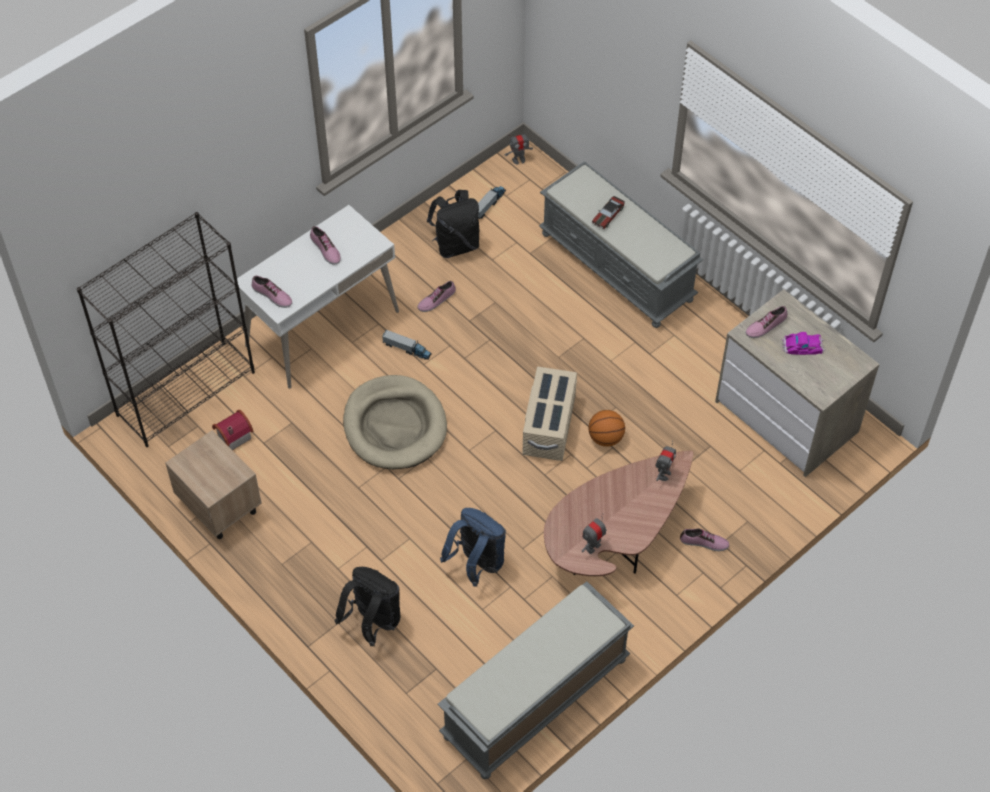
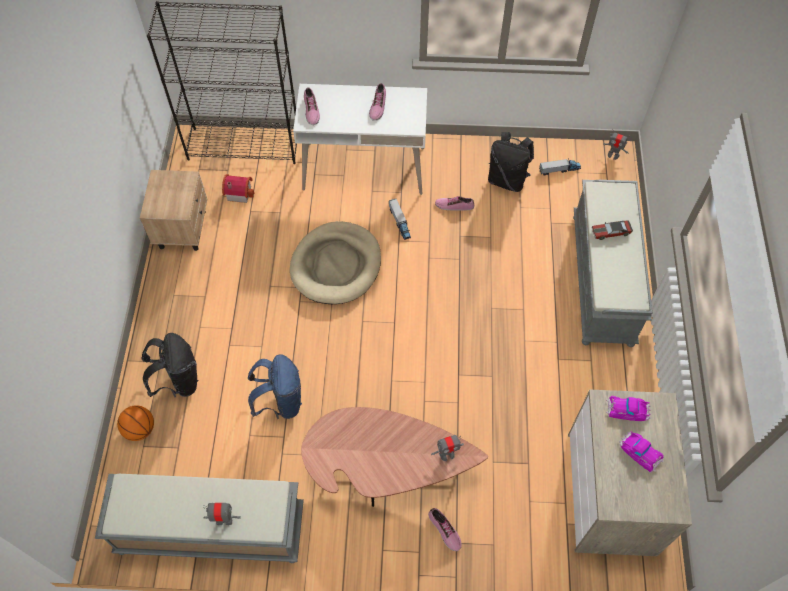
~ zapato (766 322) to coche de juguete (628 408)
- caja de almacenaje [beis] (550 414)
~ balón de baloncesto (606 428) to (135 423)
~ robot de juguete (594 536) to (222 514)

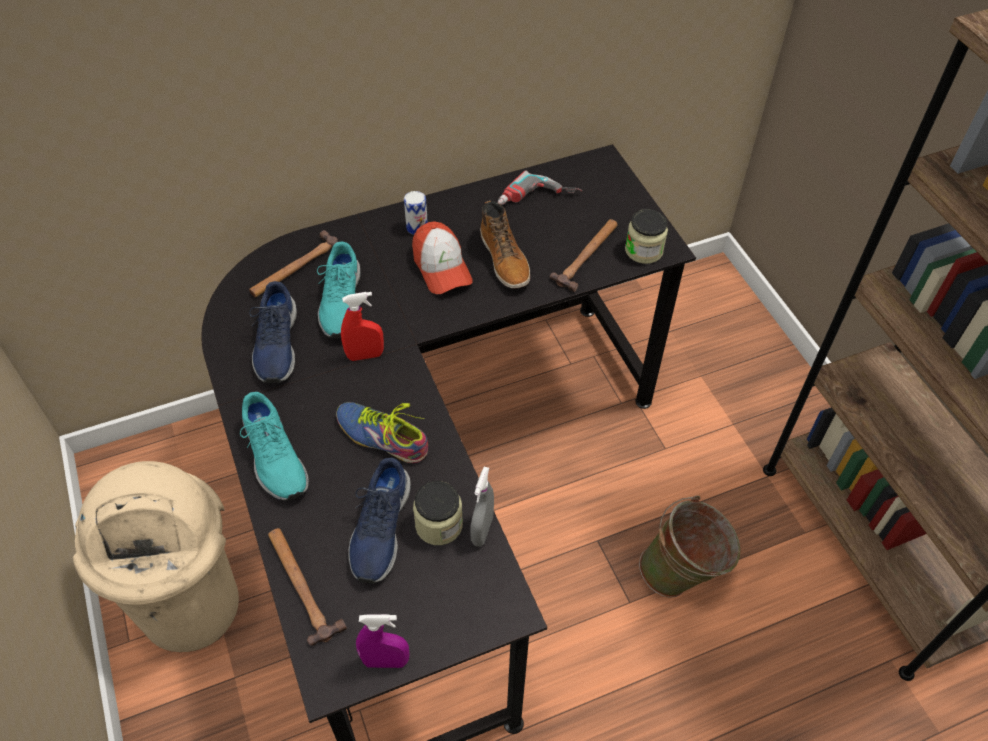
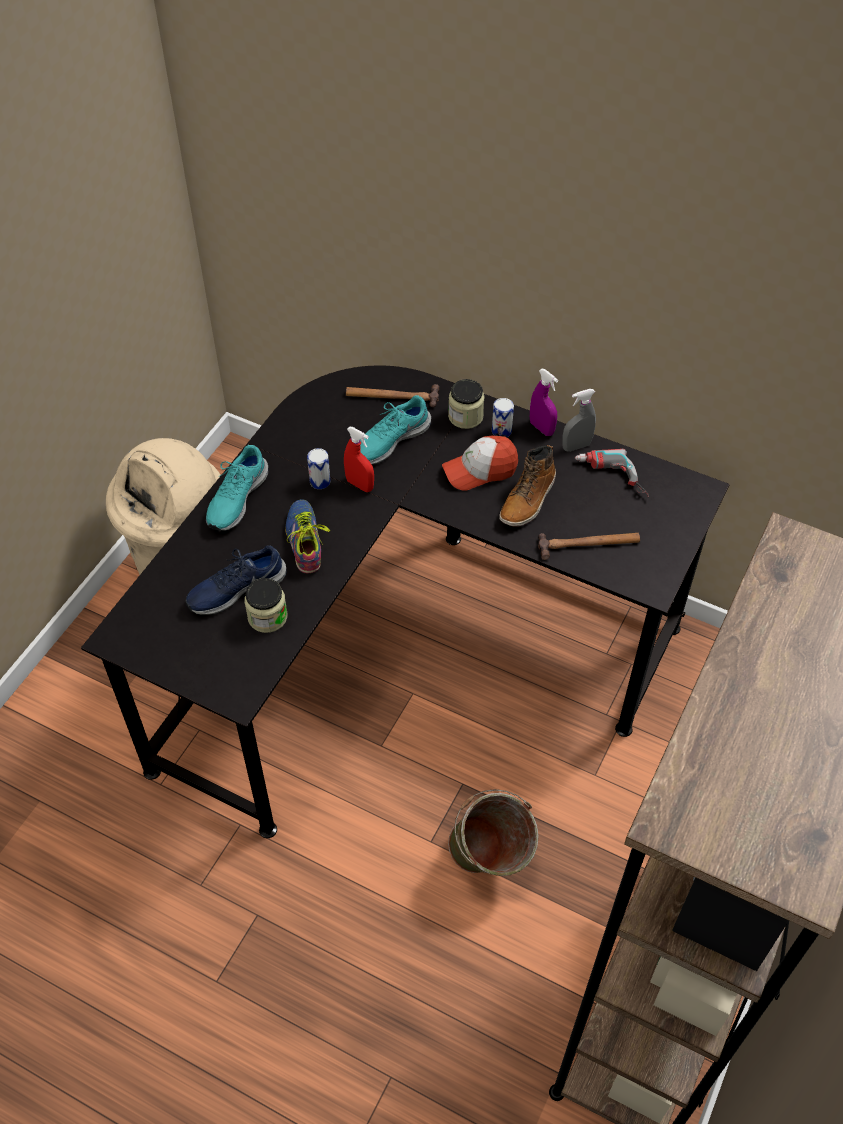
~ tarro (646 236) to (466 404)
~ gorra (442 257) = (480 463) 45 degrees clockwise
- zapato [azul] (273 332)
~ pulverizador [gris] (482 507) to (579 420)
- martillo (307 586)
~ pulverizador [morado] (383 641) to (544 402)
+ lata (318 468)

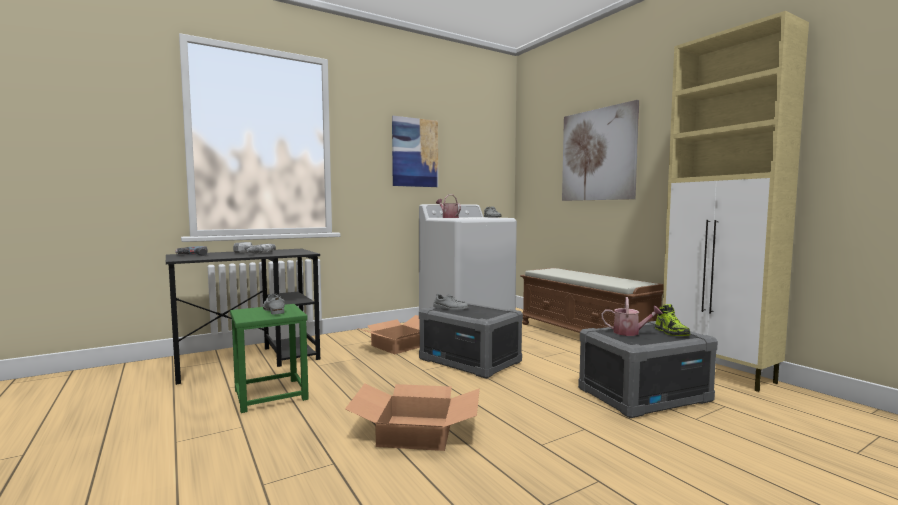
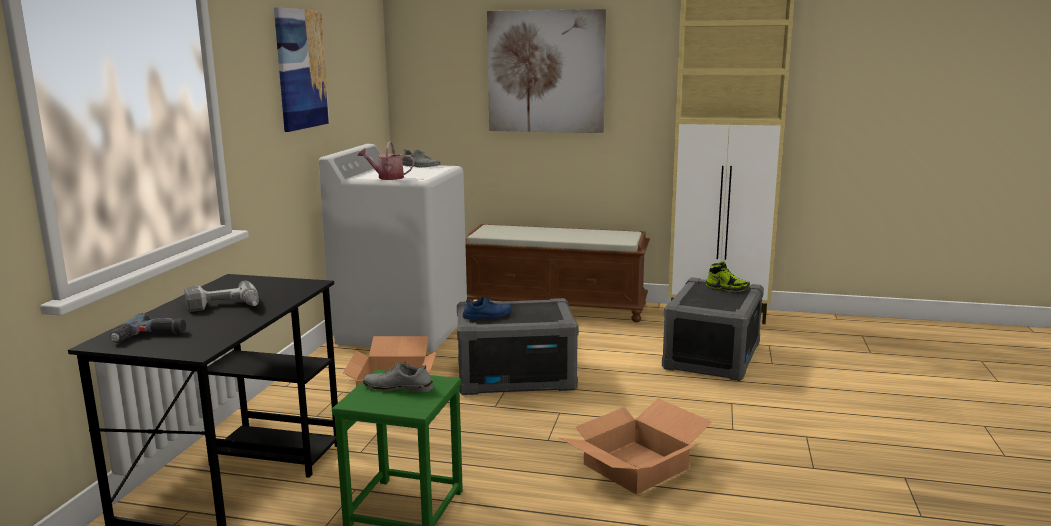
~ zapato [gris] (451 302) to zapato [azul] (487 308)
- regadera (632 316)

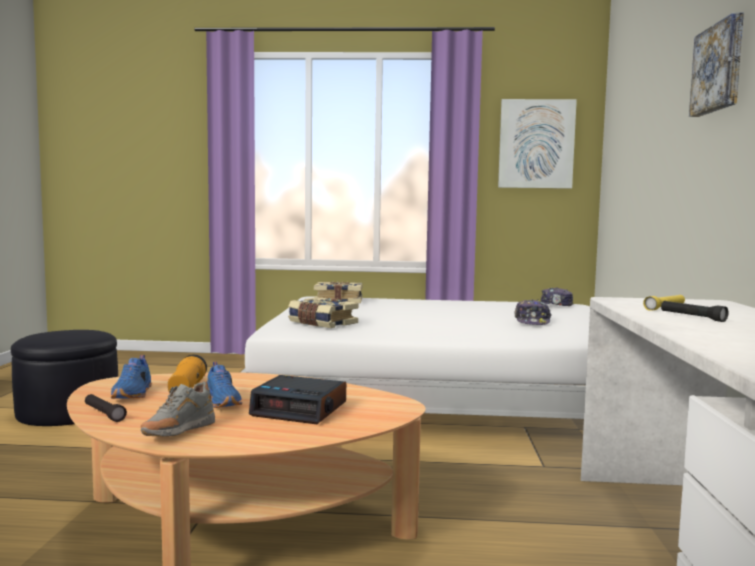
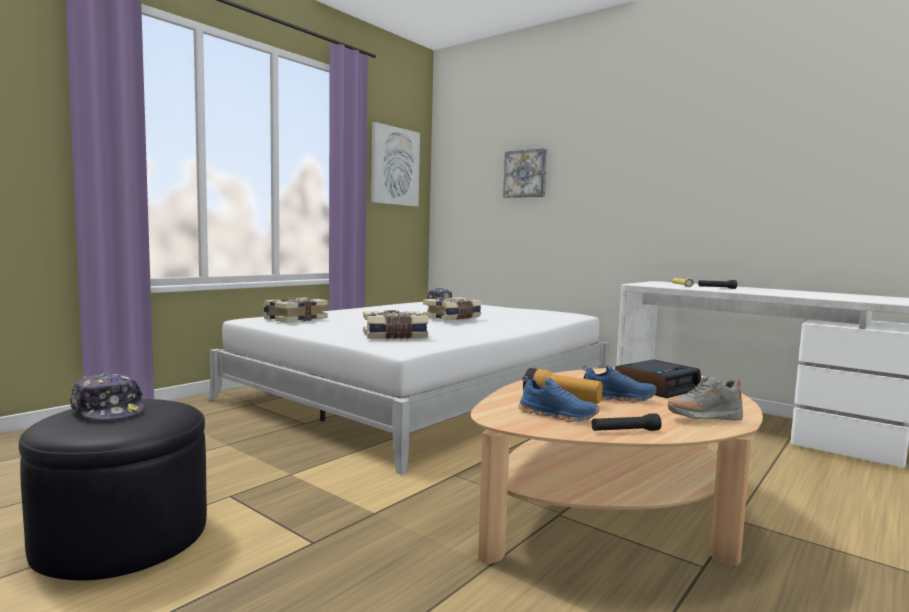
~ cuadro (716 65) to (525 173)
~ gorra (533 312) to (107 396)
~ zapato [gris] (178 409) = (705 398) 105 degrees clockwise
+ libro (452 309)

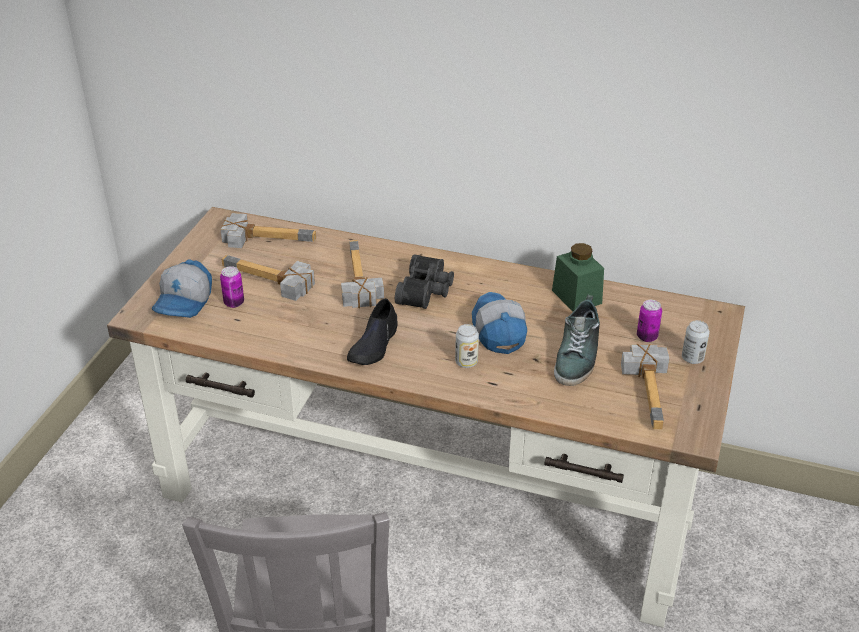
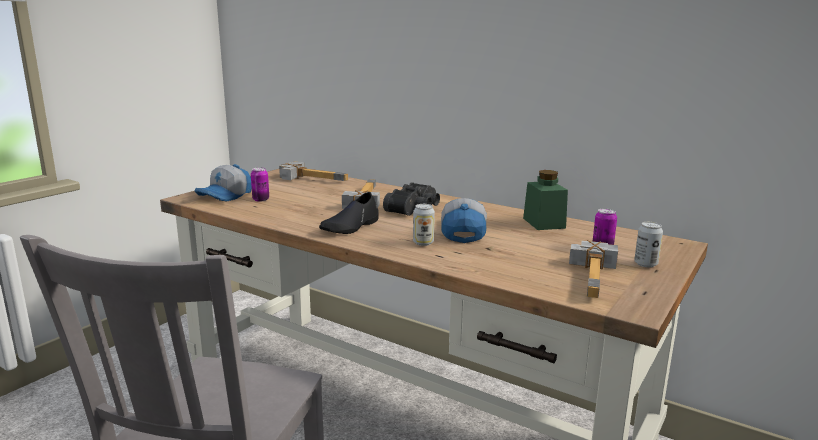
- martillo (268 278)
- zapato (577 340)

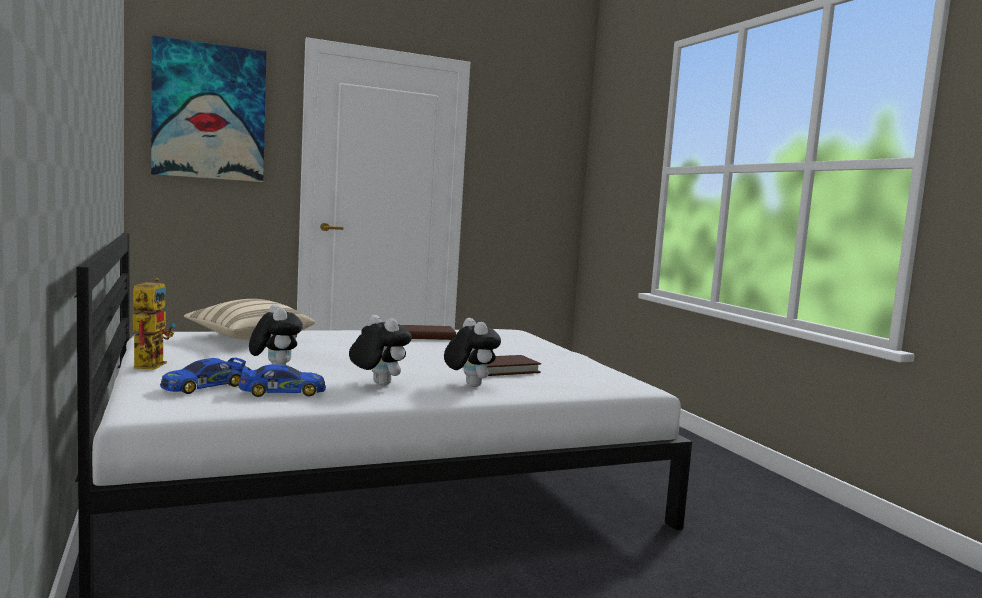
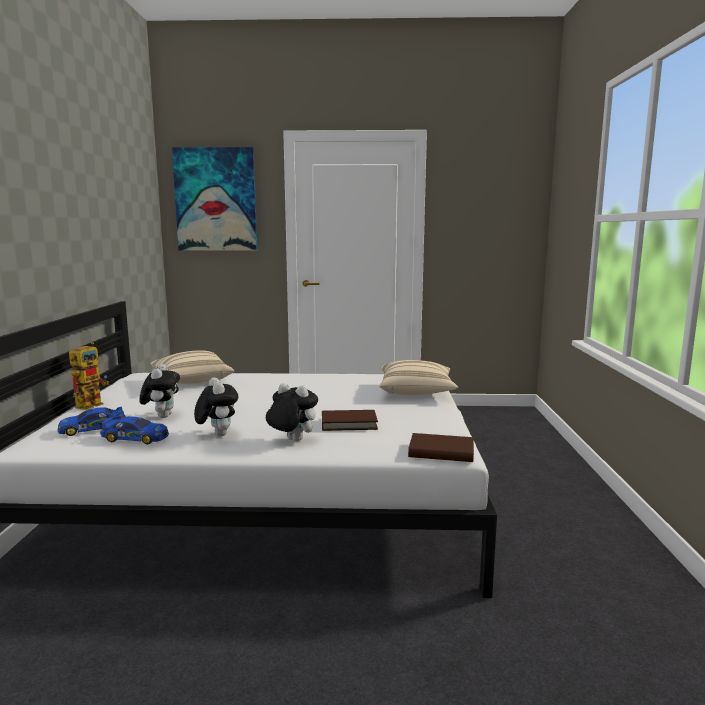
~ peluche (472 352) = (292 412) 60 degrees counterclockwise
~ libro [marrón] (429 332) to (441 447)
+ cojín [beis] (419 377)

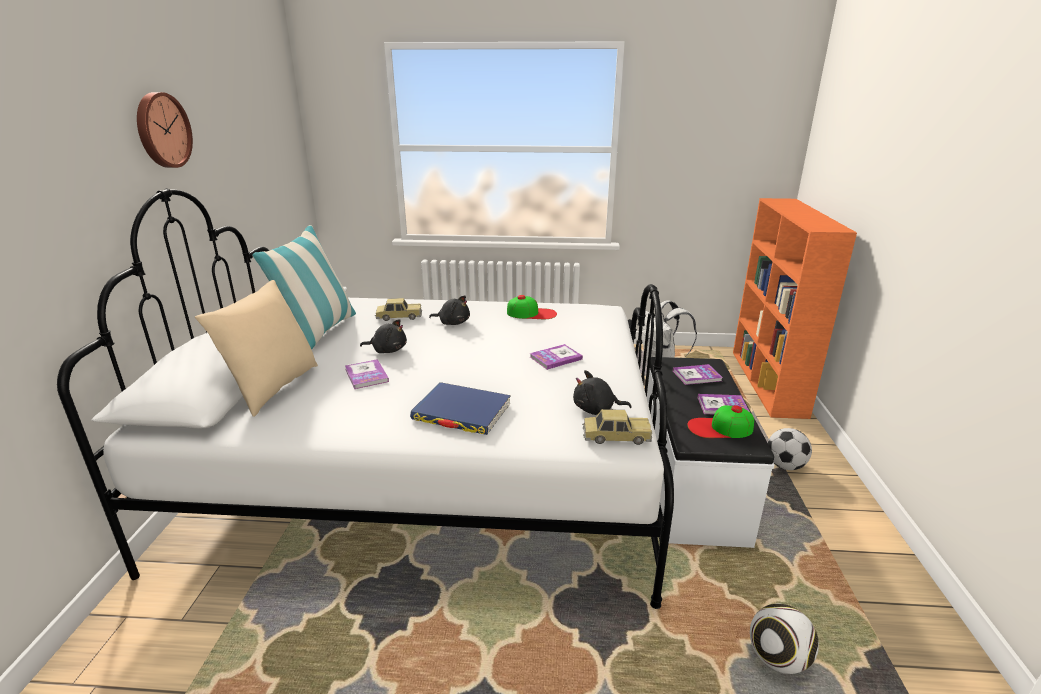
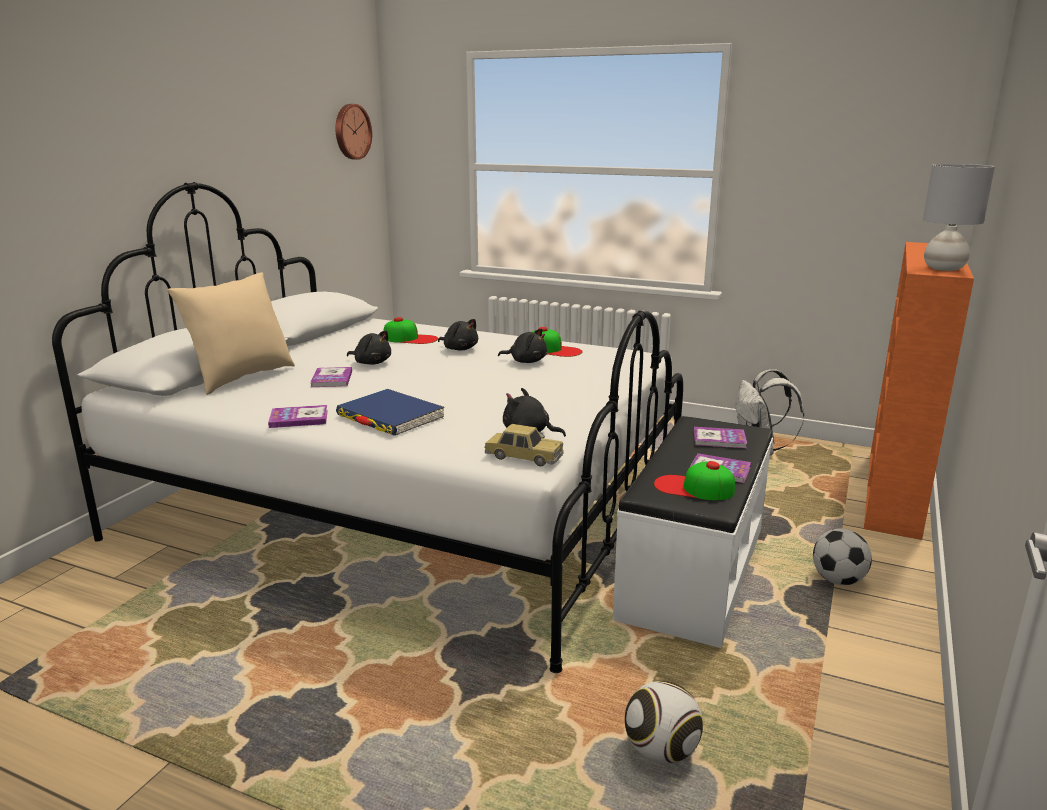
~ reloj de pared (165 130) to (354 132)
- cojín (304 287)
~ coche de juguete (398 309) to gorra (411 330)
~ libro (556 357) to (298 416)
+ lámpara de mesa [gris] (959 217)
+ peluche [negro] (522 346)

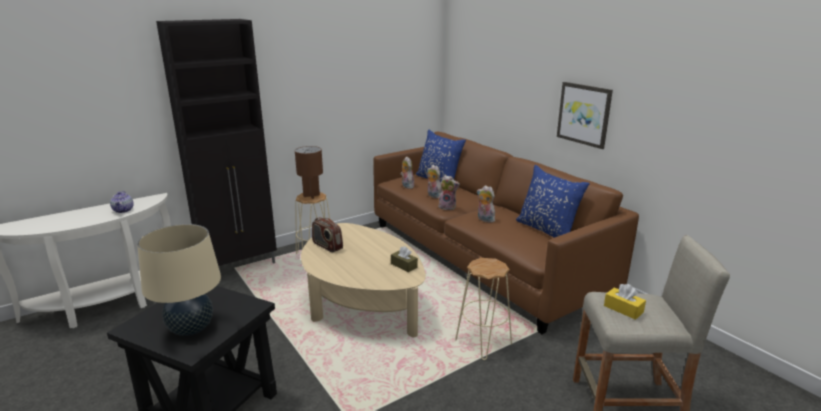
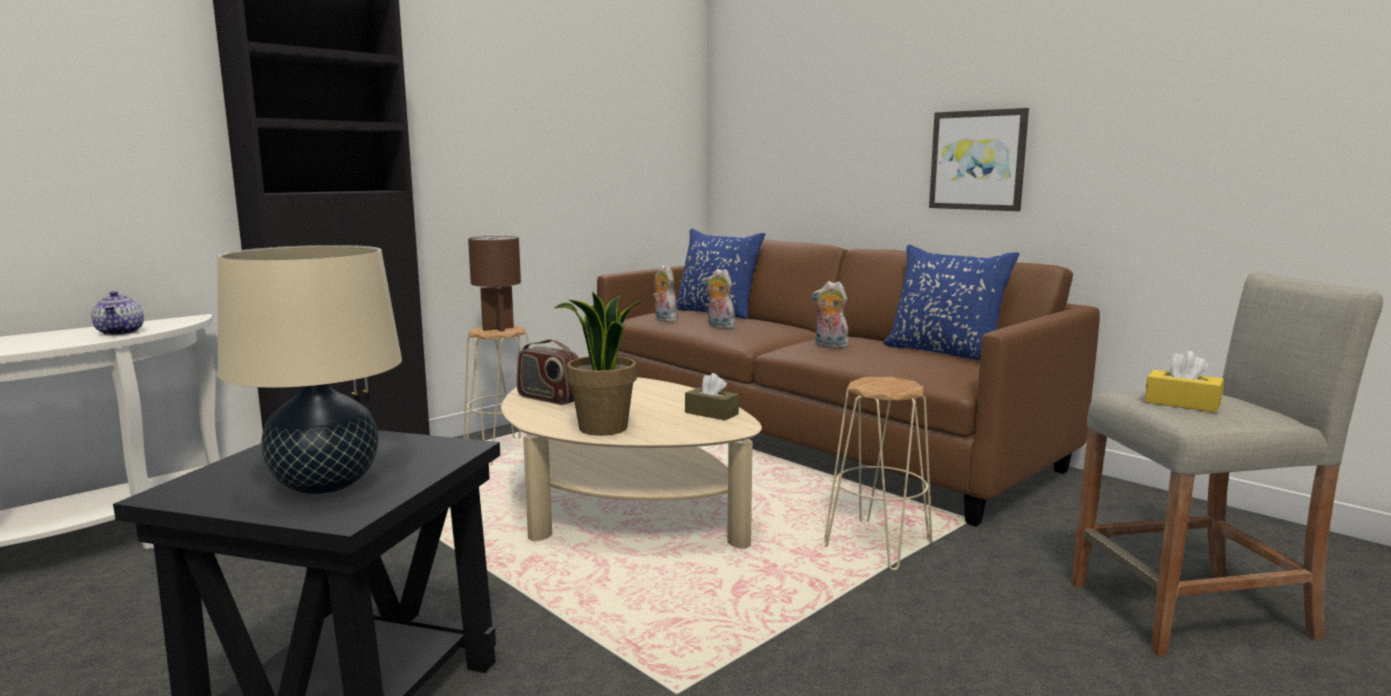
- peluche (449 192)
+ planta en maceta (598 364)

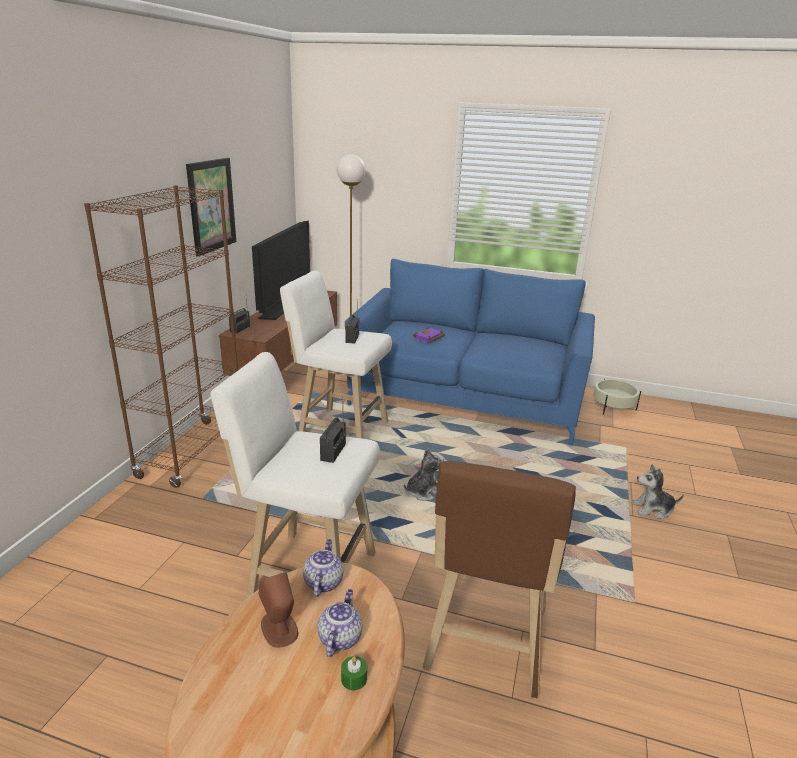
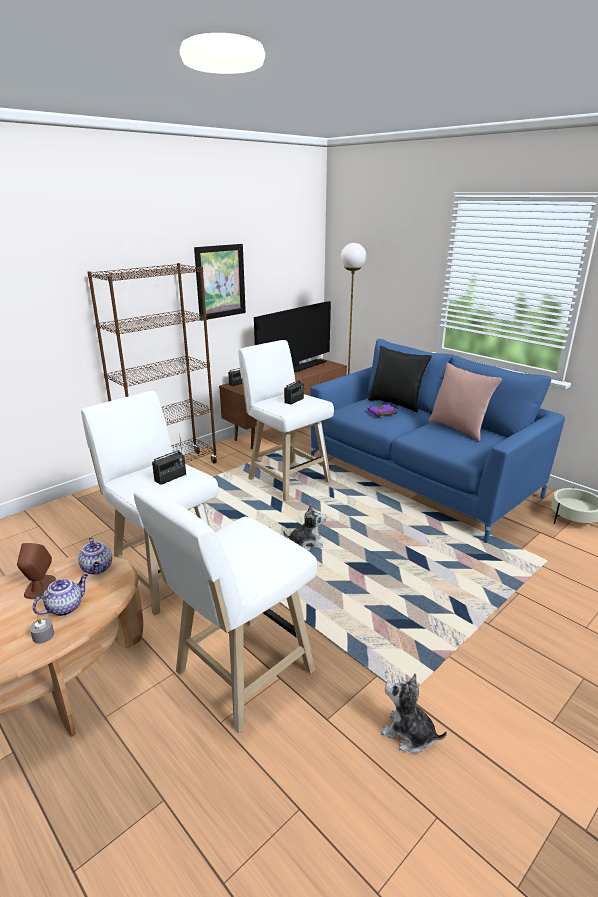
~ taburete [marrón] (499 580) to taburete [blanco] (225 610)
~ peluche (658 491) to (414 713)
~ tetera (323 568) = (95 556) 120 degrees clockwise
~ vela [verde] (354 673) to vela [gris] (42 630)
+ cojín [negro] (400 379)
+ cojín [rosa] (465 401)

